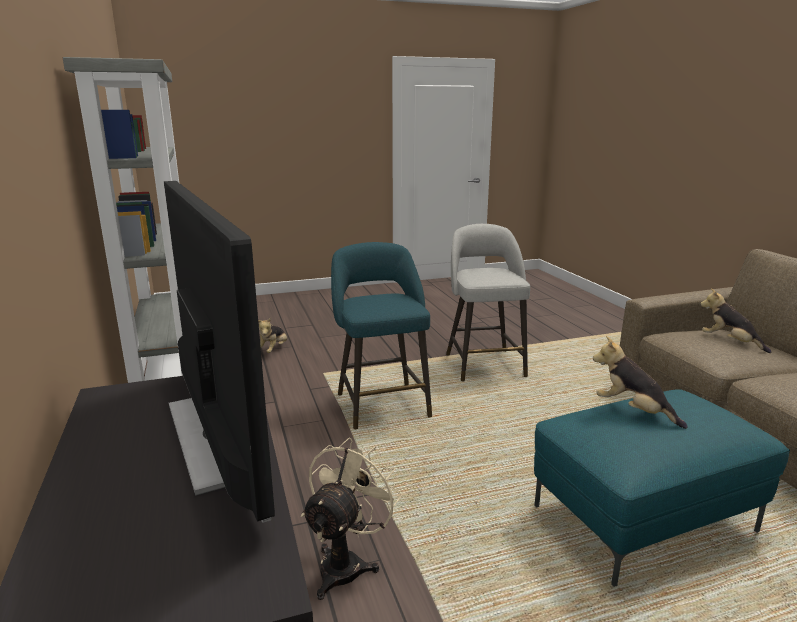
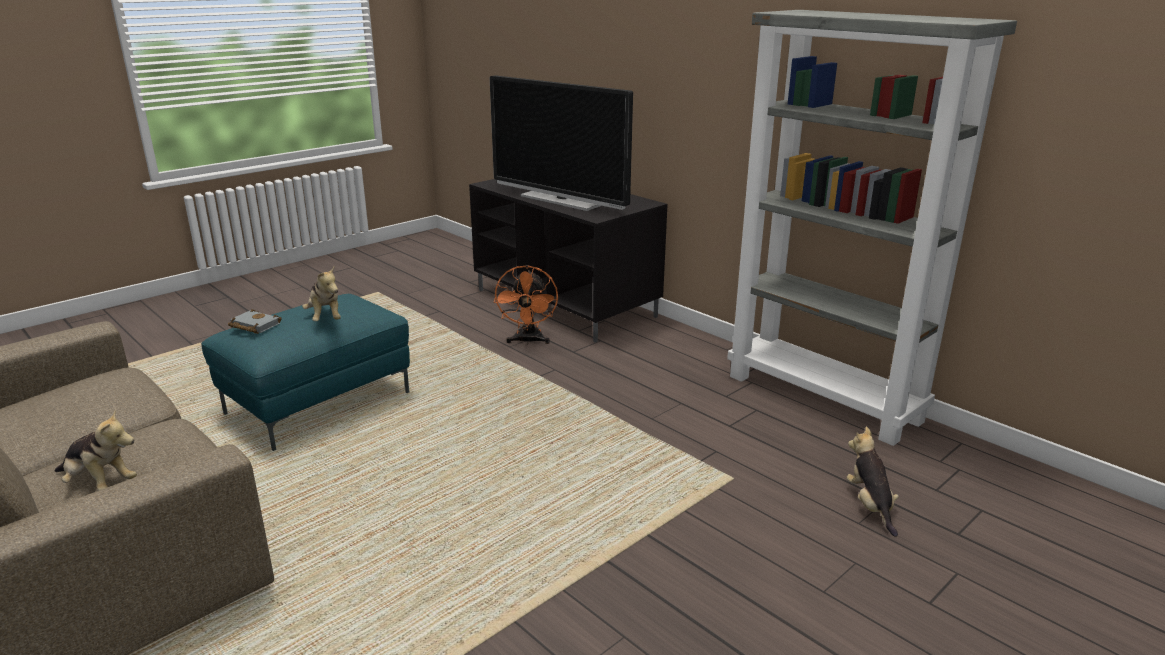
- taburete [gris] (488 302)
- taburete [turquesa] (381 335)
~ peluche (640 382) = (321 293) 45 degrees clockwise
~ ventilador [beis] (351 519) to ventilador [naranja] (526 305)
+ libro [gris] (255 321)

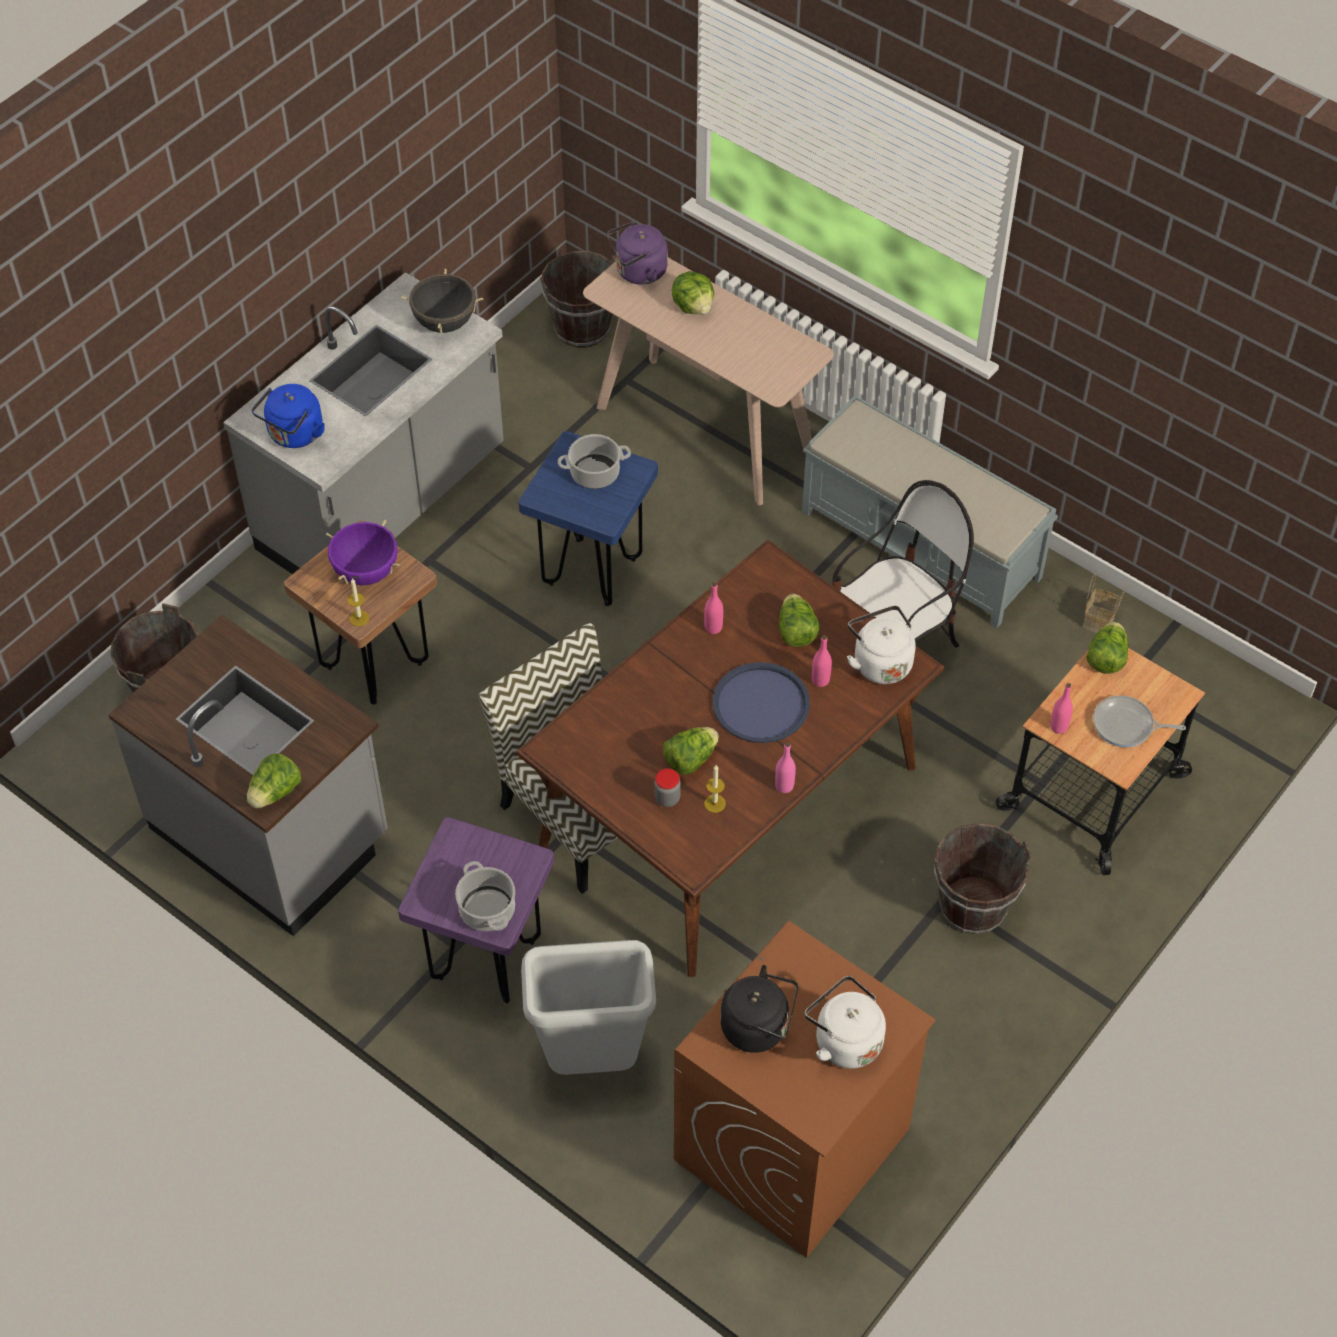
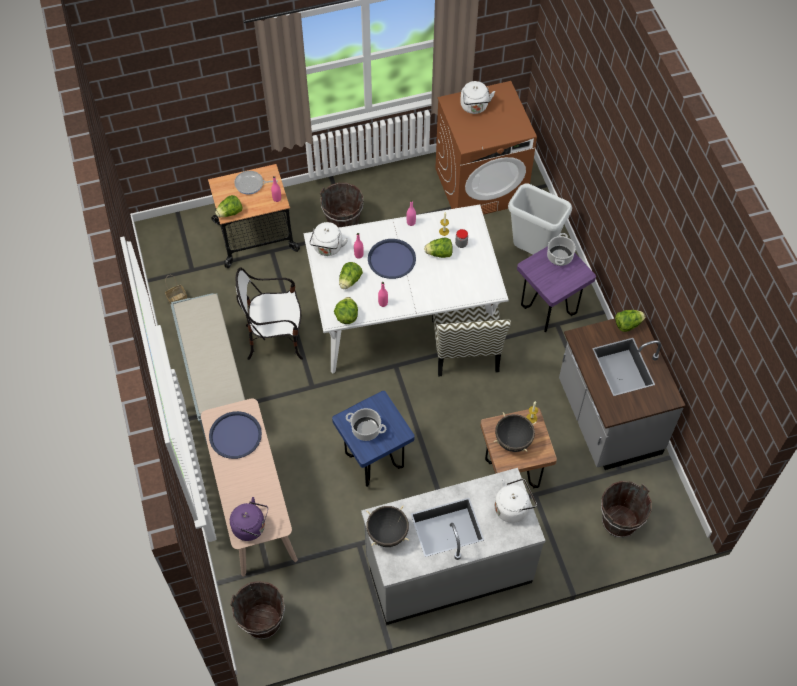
~ lechuga (693 293) to (346 310)
~ hervidor [azul] (288 416) to hervidor [blanco] (516 500)
~ olla [morado] (363 552) to olla [negro] (515 432)
~ mesa de comedor [marrón] (730 758) to mesa de comedor [blanco] (406 289)
~ sartén (1139 721) = (256 183) 135 degrees clockwise
- hervidor [negro] (759 1009)
+ bandeja [azul] (235 435)

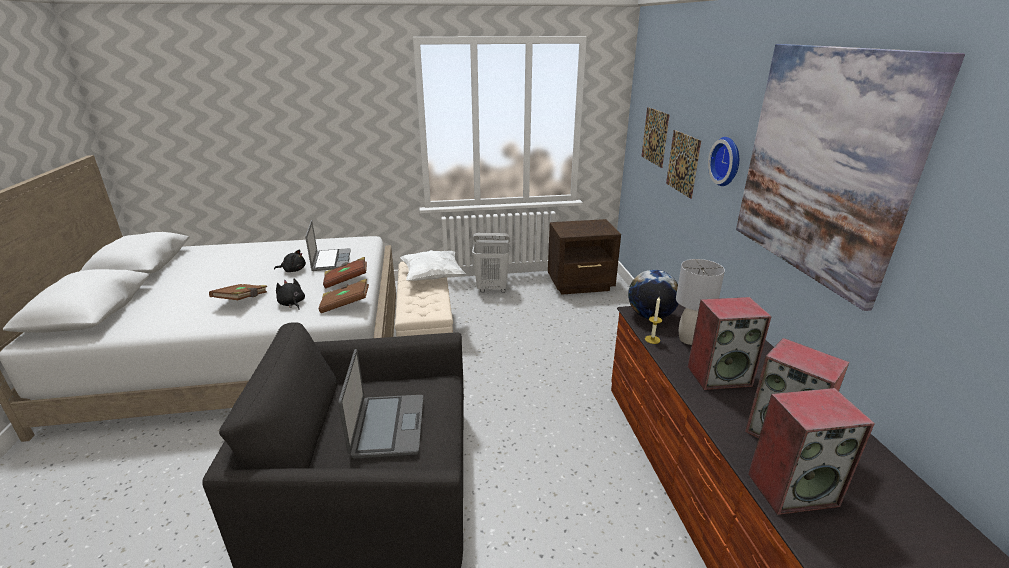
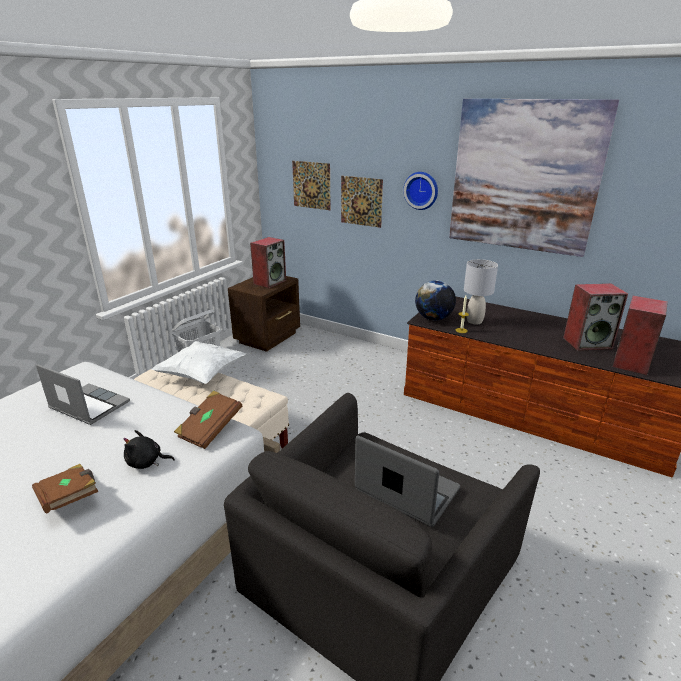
- peluche [negro] (290 261)
- libro [marrón] (345 273)
~ altavoz (730 343) to (268 262)

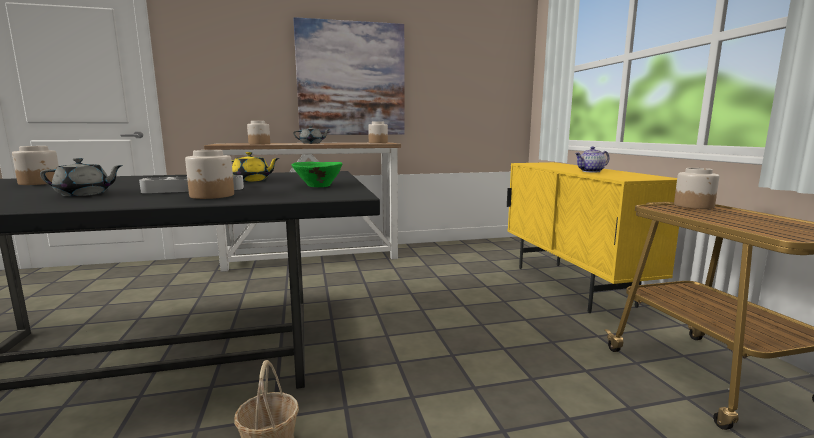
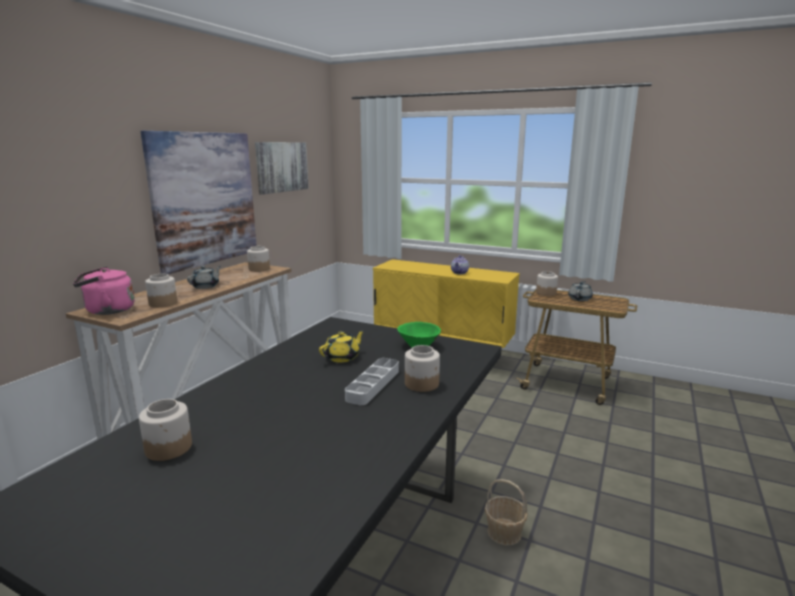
~ tetera [gris] (81 177) to (580 291)
+ cuadro (282 168)
+ hervidor [rosa] (104 291)

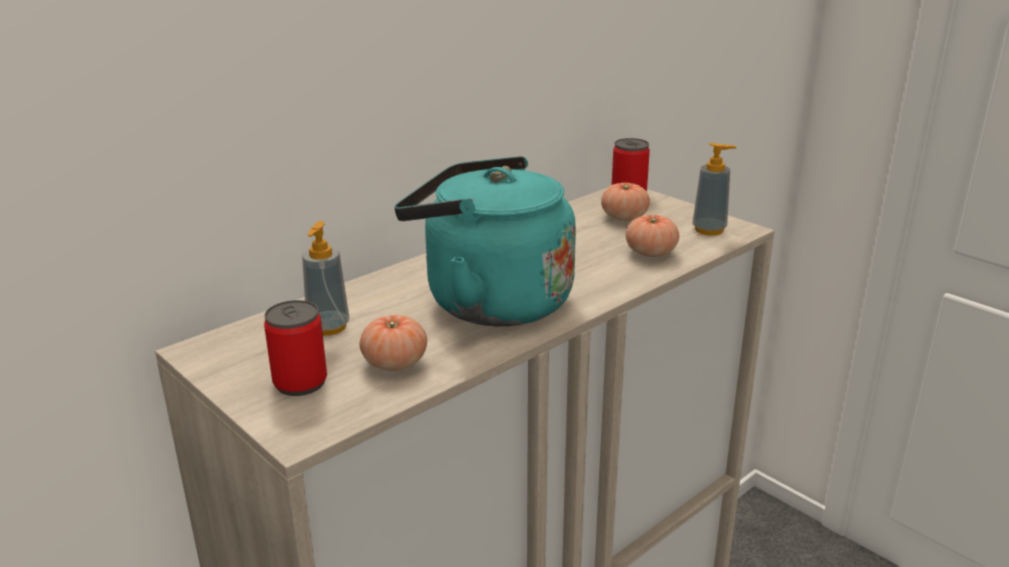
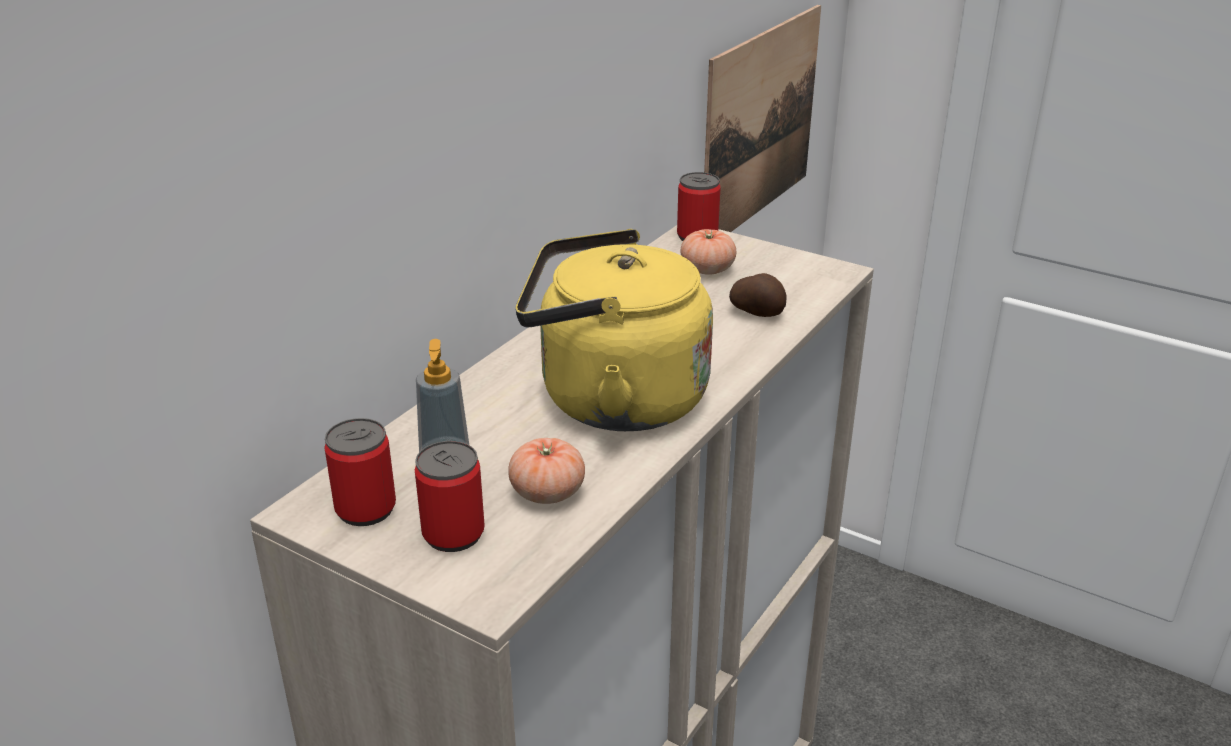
- dispensador de jabón (715 189)
~ hervidor [turquesa] (485 241) to hervidor [amarillo] (614 330)
~ tomate (652 236) to patata (758 295)
+ cuadro (762 118)
+ lata (360 472)

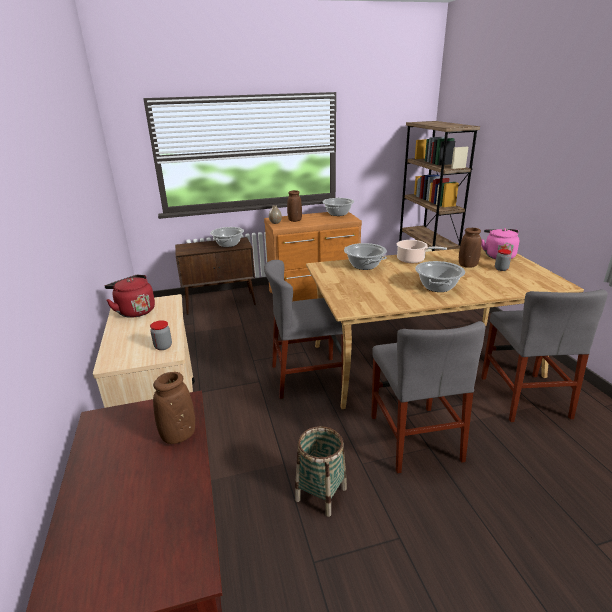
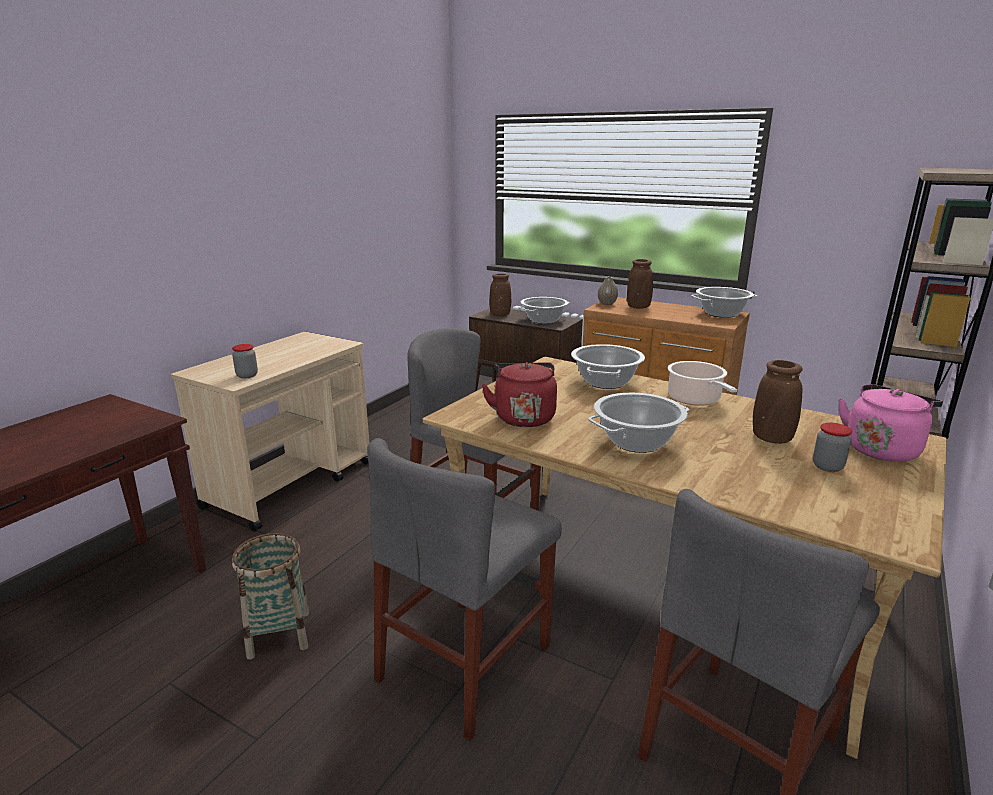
~ hervidor [rojo] (130 296) to (519 394)
~ florero [marrón] (174 408) to (500 295)

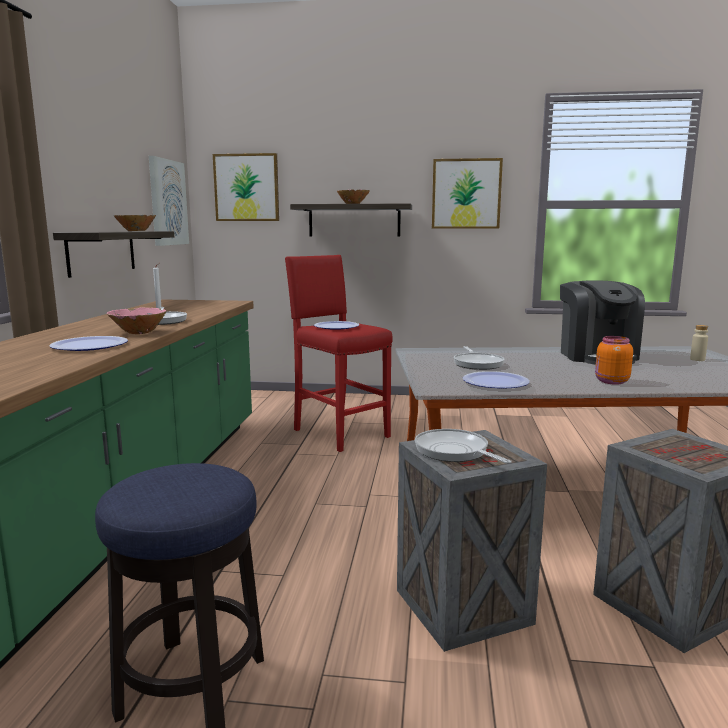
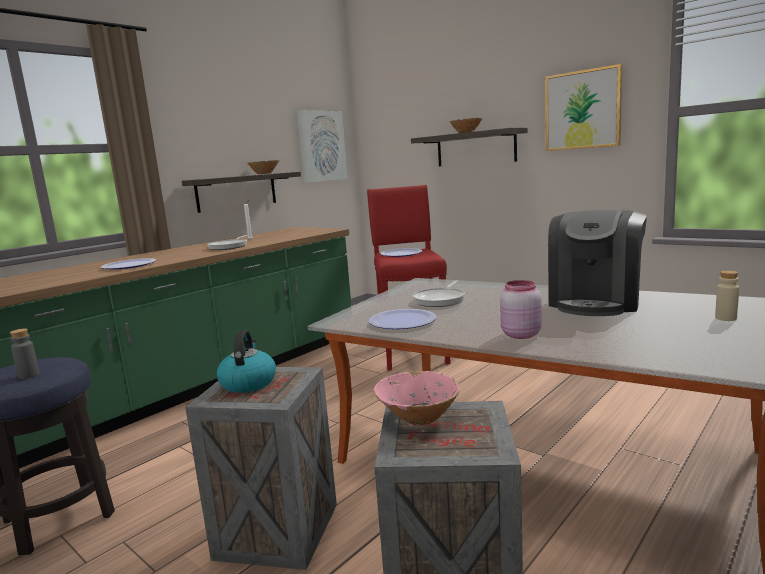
- cuadro (246 187)
~ cuenco [rosa] (136 321) to (417 398)
~ tarro [naranja] (614 360) to tarro [rosa] (521 309)
~ sartén (463 446) to hervidor (246 361)
+ botella [gris] (24 354)

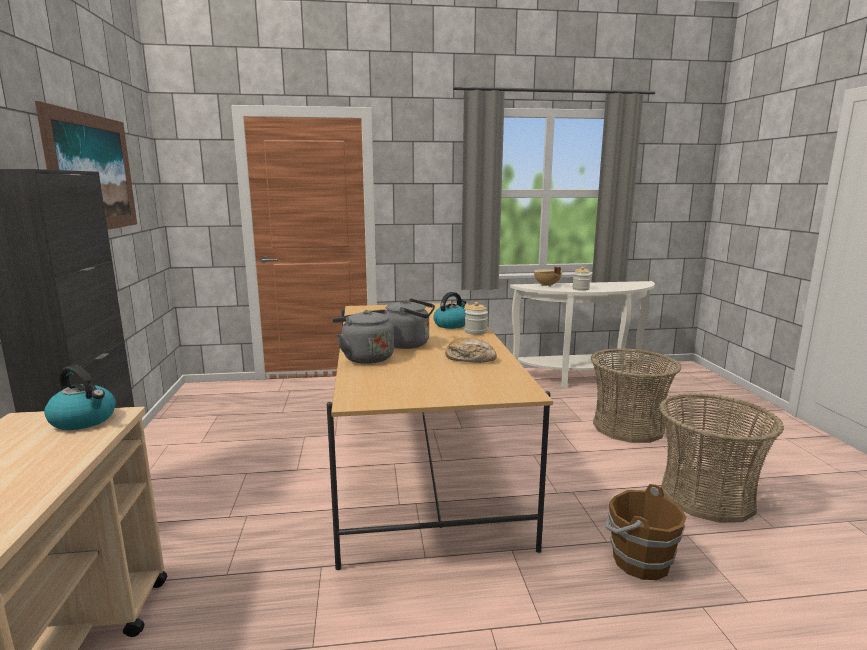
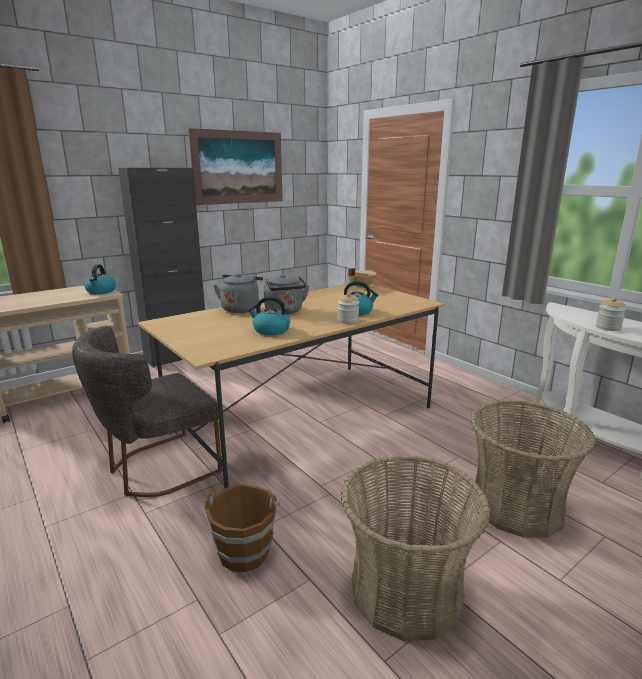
~ olla [beis] (548 277) to (361 278)
~ pan (471 350) to hervidor (269 315)
+ silla [gris] (147 411)

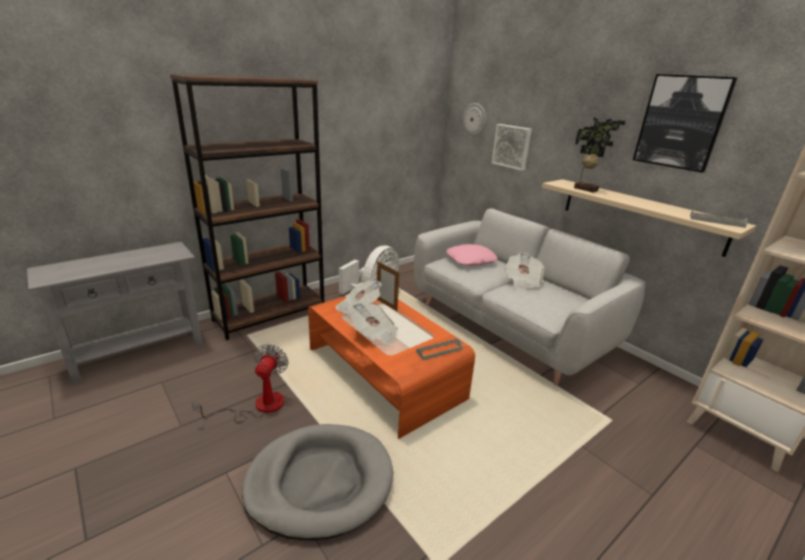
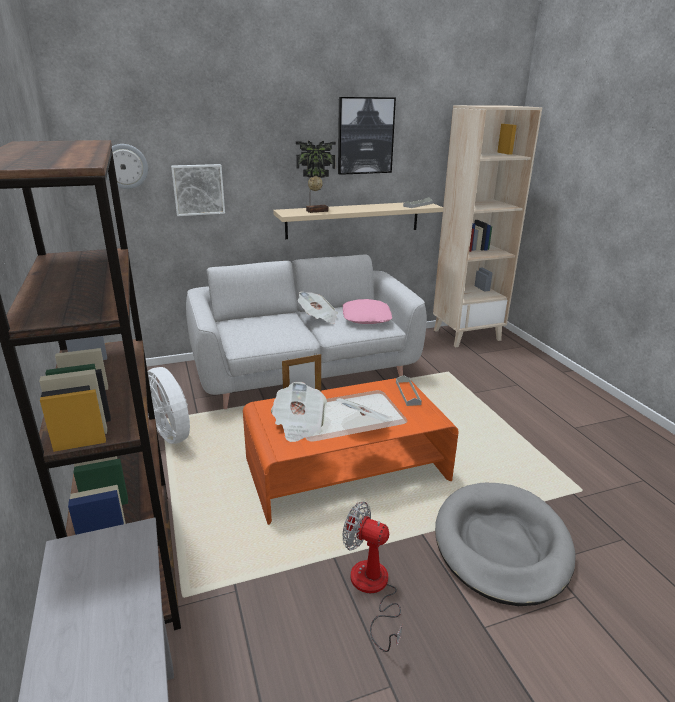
~ cojín [rosa] (472 255) to (367 311)

